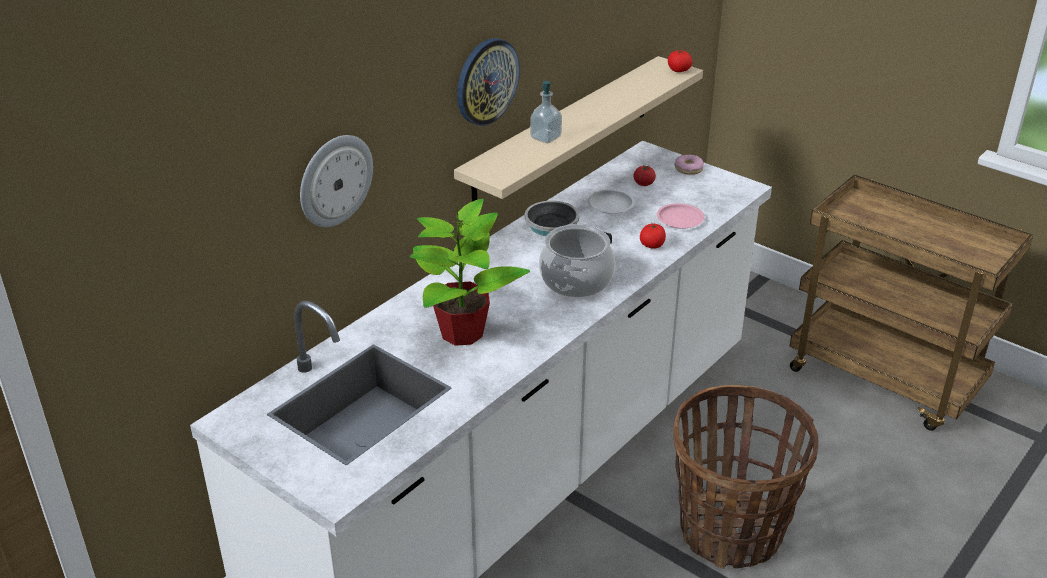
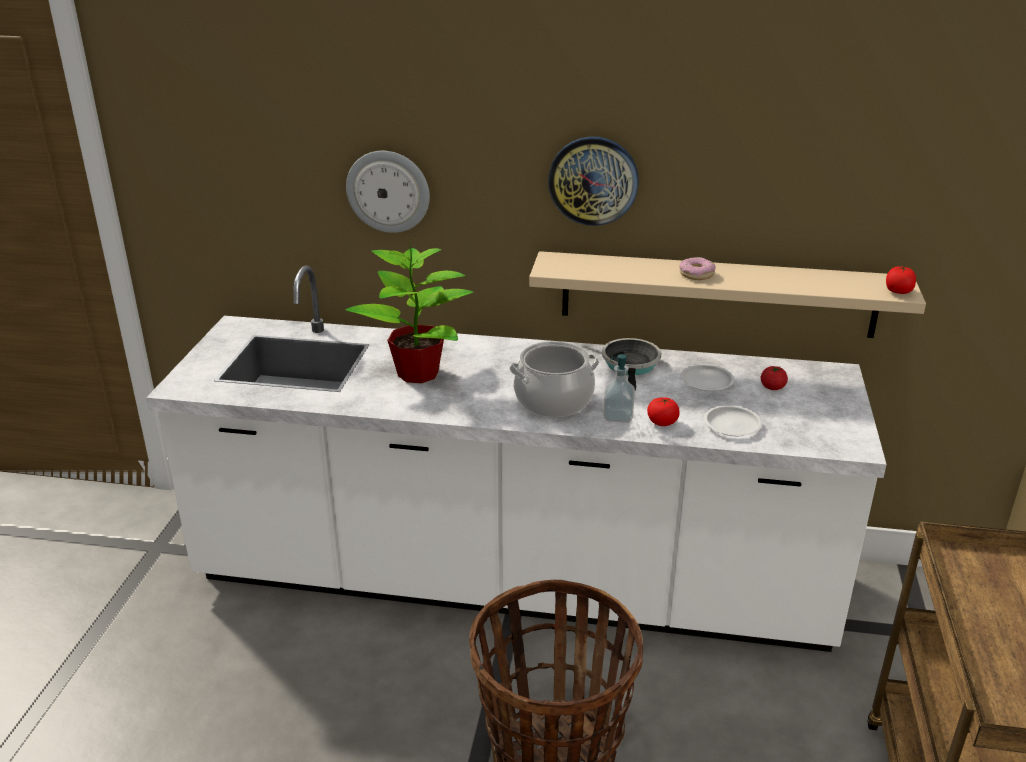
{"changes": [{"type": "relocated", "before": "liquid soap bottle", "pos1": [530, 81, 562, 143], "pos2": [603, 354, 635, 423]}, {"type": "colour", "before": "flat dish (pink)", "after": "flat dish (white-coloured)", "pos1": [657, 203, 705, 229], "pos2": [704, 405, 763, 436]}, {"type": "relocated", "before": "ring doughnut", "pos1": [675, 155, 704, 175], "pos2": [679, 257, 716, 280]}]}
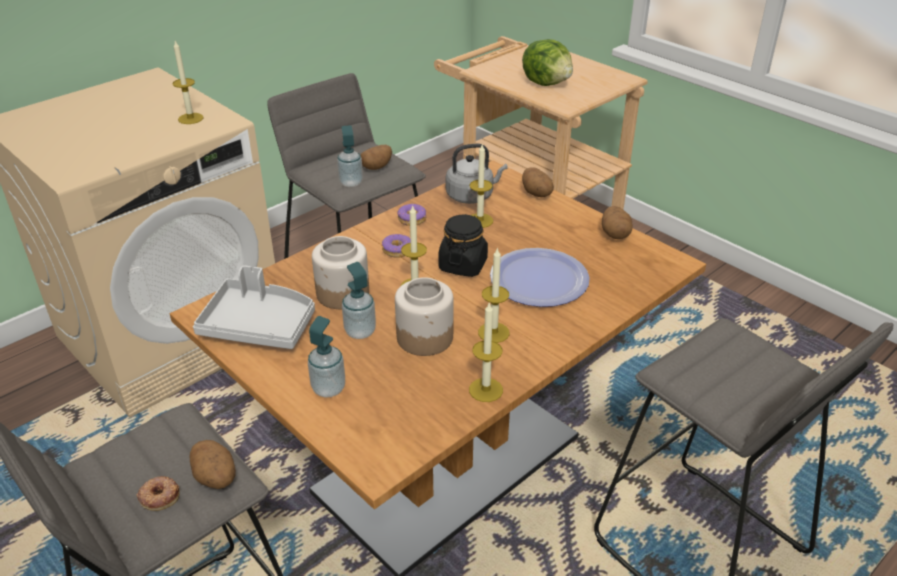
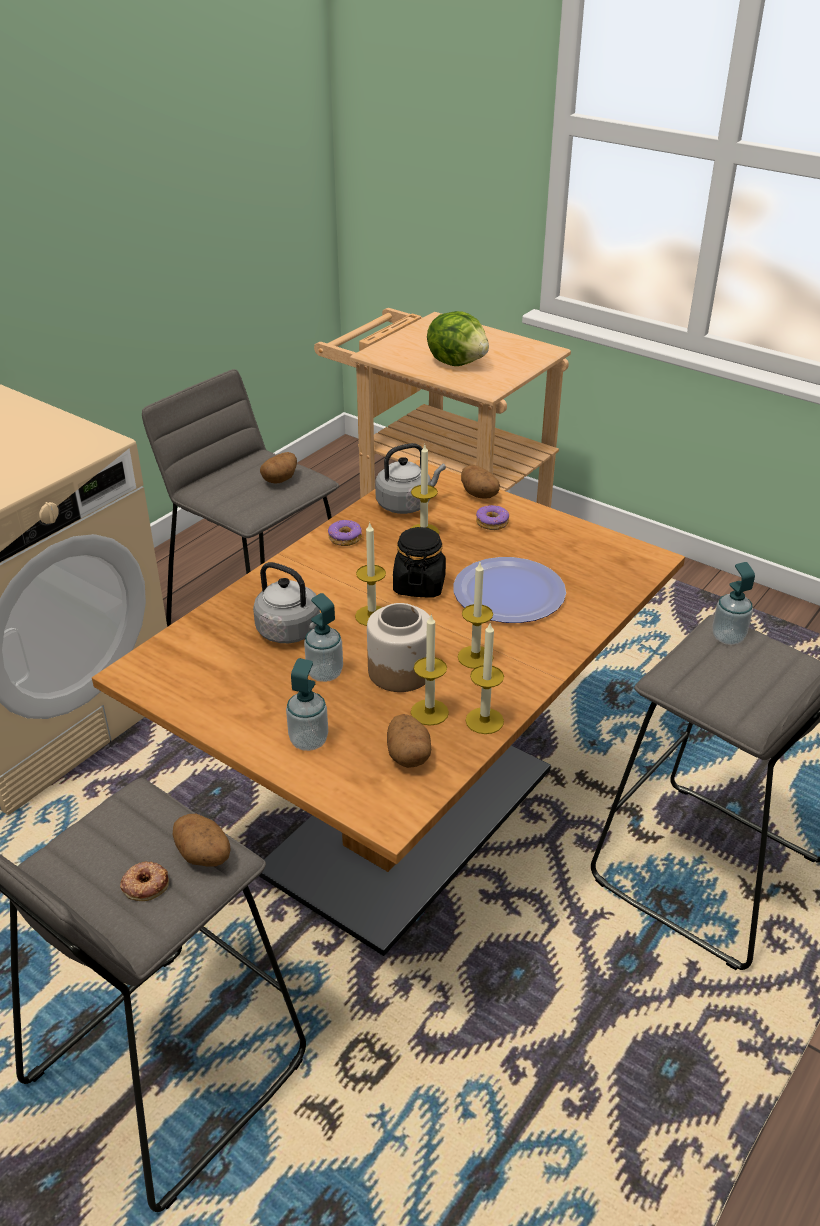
{"changes": [{"type": "relocated", "before": "candle", "pos1": [172, 41, 204, 124], "pos2": [411, 613, 449, 726]}, {"type": "missing", "before": "carrying tray (greyish)", "pos1": [193, 265, 315, 349]}, {"type": "exchanged", "before": "jar", "after": "water kettle (greyish)", "pos1": [312, 236, 369, 309], "pos2": [253, 562, 320, 643]}, {"type": "relocated", "before": "liquid soap bottle", "pos1": [337, 125, 363, 187], "pos2": [712, 562, 755, 645]}, {"type": "relocated", "before": "ring doughnut", "pos1": [382, 234, 411, 258], "pos2": [476, 505, 509, 530]}, {"type": "relocated", "before": "whole potato", "pos1": [602, 206, 633, 239], "pos2": [387, 714, 431, 768]}]}
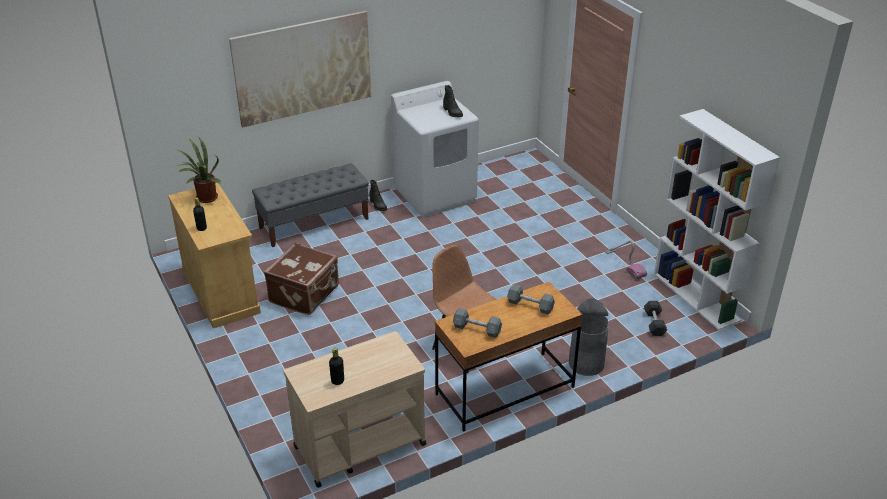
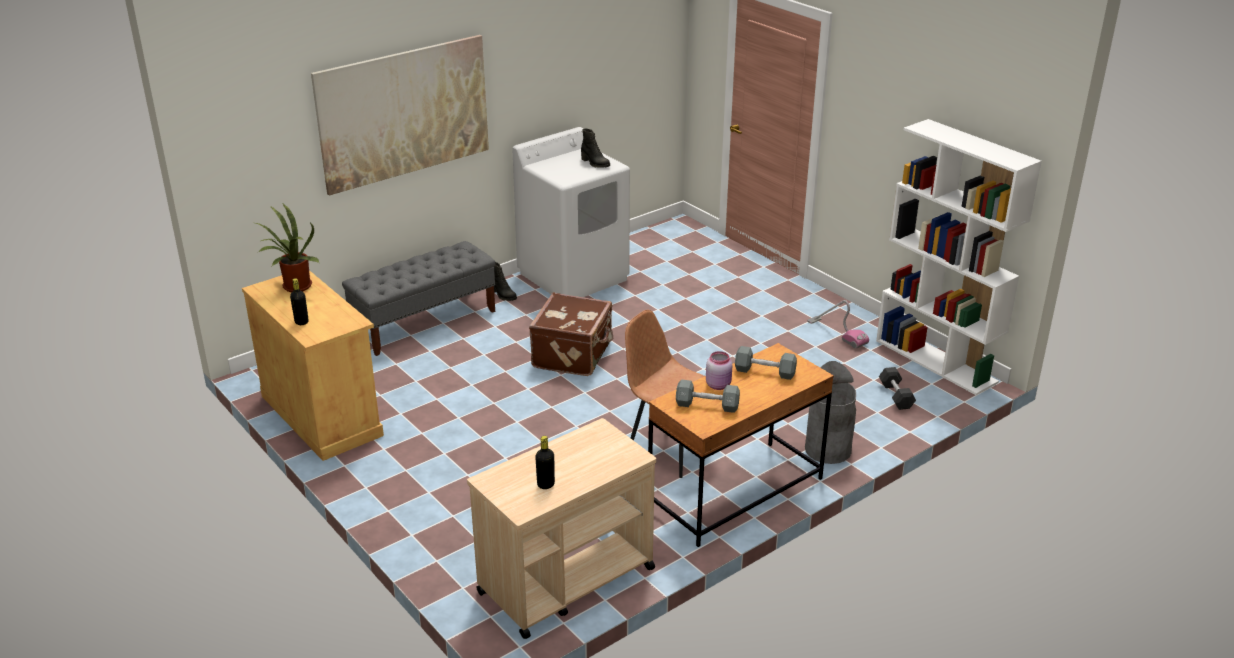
{"changes": [{"type": "relocated", "before": "suitcase (brown)", "pos1": [264, 243, 339, 315], "pos2": [529, 293, 613, 376]}, {"type": "appeared", "after": "jar (pink)", "pos2": [706, 351, 733, 390]}]}
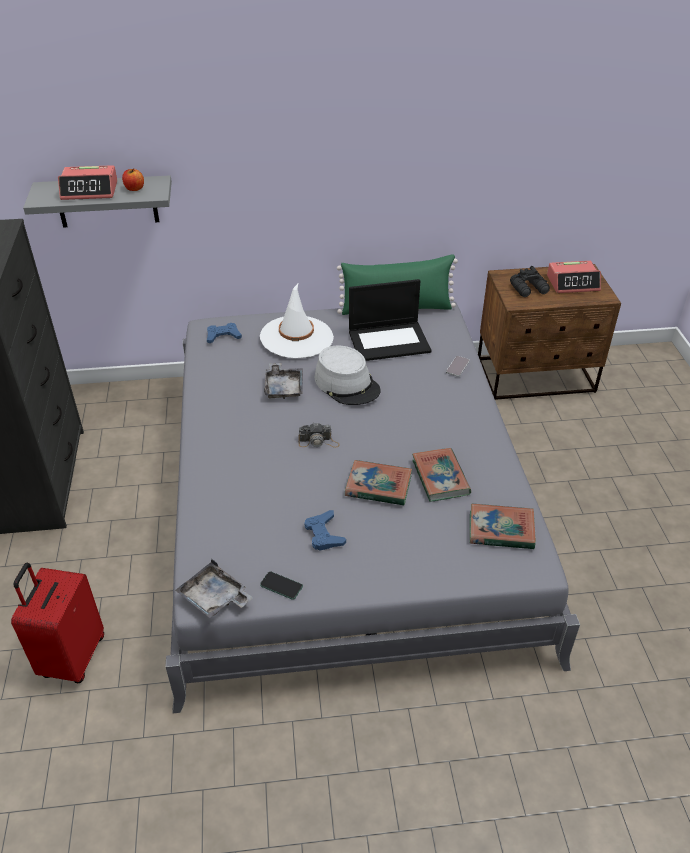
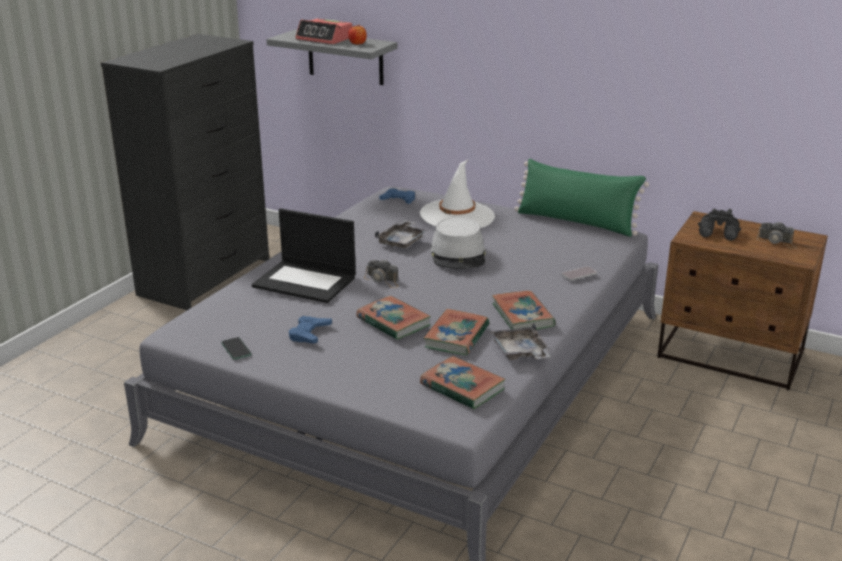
{"changes": [{"type": "missing", "before": "suitcase (red-coloured)", "pos1": [11, 563, 104, 683]}, {"type": "relocated", "before": "carrying tray (greyish)", "pos1": [175, 559, 253, 618], "pos2": [490, 323, 551, 360]}, {"type": "relocated", "before": "portable computer", "pos1": [349, 279, 432, 361], "pos2": [252, 208, 356, 303]}, {"type": "exchanged", "before": "bedside clock", "after": "still camera", "pos1": [547, 261, 601, 293], "pos2": [757, 222, 798, 249]}, {"type": "appeared", "after": "volume", "pos2": [492, 291, 556, 330]}]}
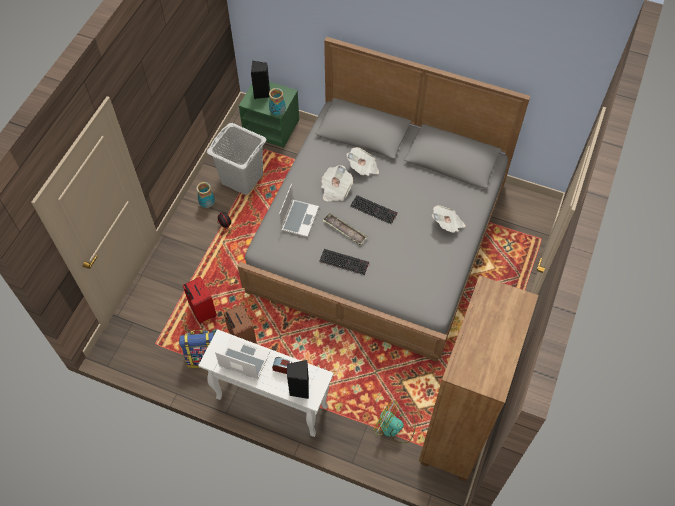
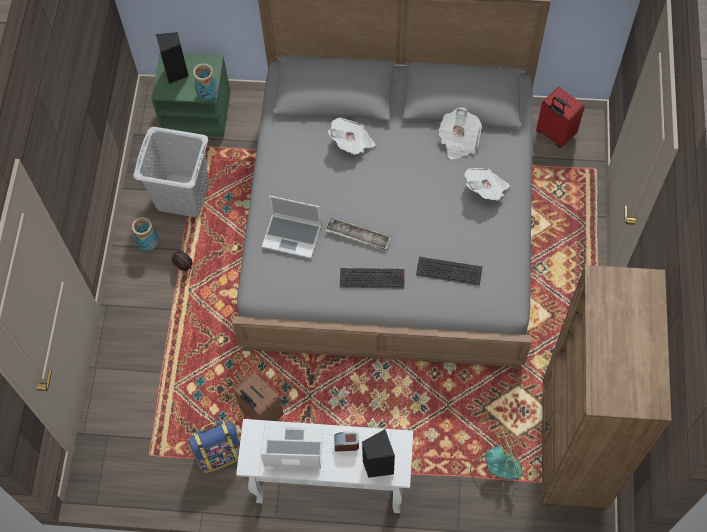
{"changes": [{"type": "relocated", "before": "suitcase (red-coloured)", "pos1": [183, 277, 217, 324], "pos2": [536, 87, 585, 148]}, {"type": "spun", "before": "portable computer", "pos1": [279, 184, 319, 237], "pos2": [262, 195, 321, 258], "turn": 105}, {"type": "relocated", "before": "newspaper", "pos1": [321, 165, 353, 201], "pos2": [438, 107, 482, 160]}, {"type": "relocated", "before": "computer keyboard", "pos1": [350, 195, 398, 224], "pos2": [416, 257, 483, 286]}, {"type": "spun", "before": "cooling fan", "pos1": [374, 400, 416, 443], "pos2": [470, 426, 523, 499], "turn": 150}]}
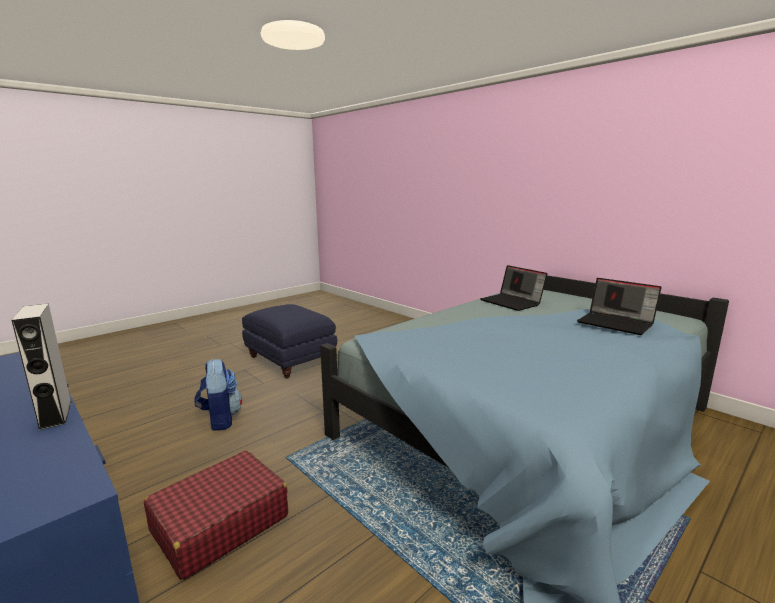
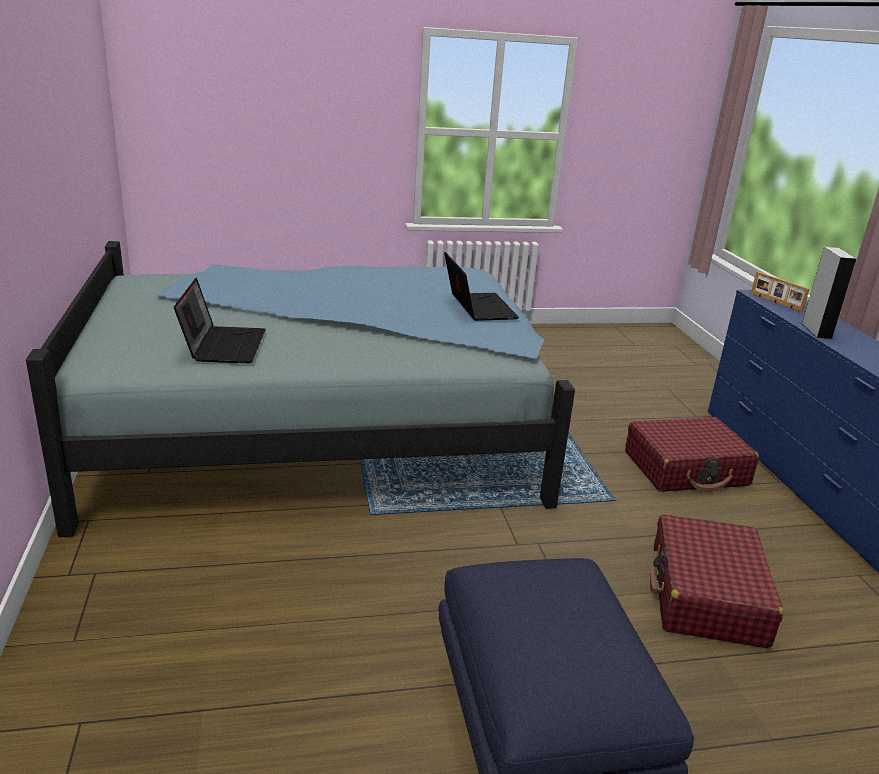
{"changes": [{"type": "exchanged", "before": "backpack", "after": "suitcase (red-coloured)", "pos1": [194, 359, 242, 431], "pos2": [650, 514, 783, 648]}, {"type": "relocated", "before": "portable computer", "pos1": [577, 278, 662, 335], "pos2": [444, 252, 519, 321]}, {"type": "appeared", "after": "picture frame", "pos2": [751, 271, 809, 312]}]}
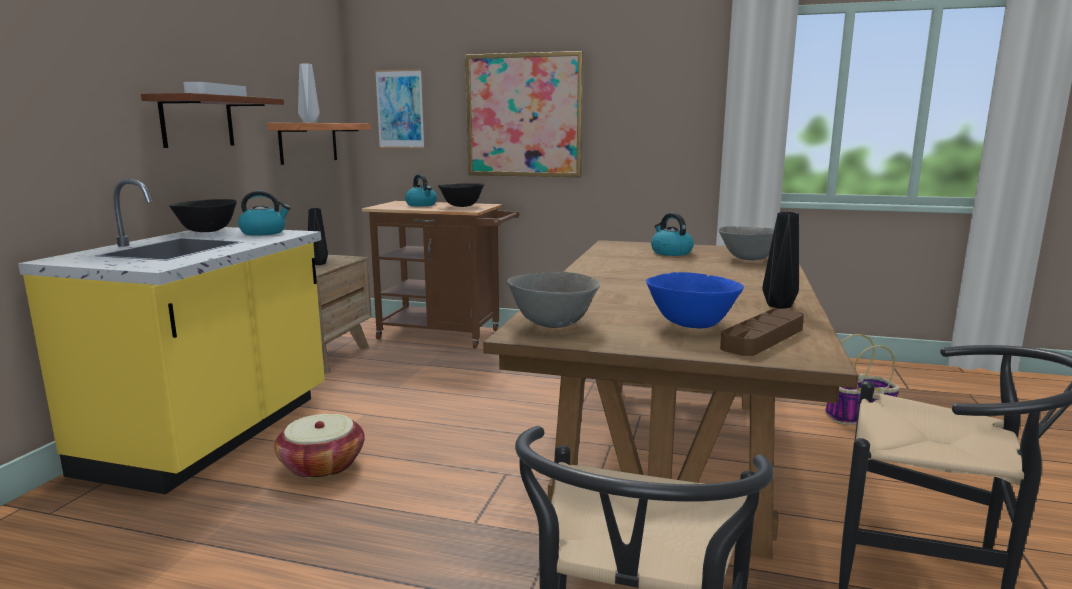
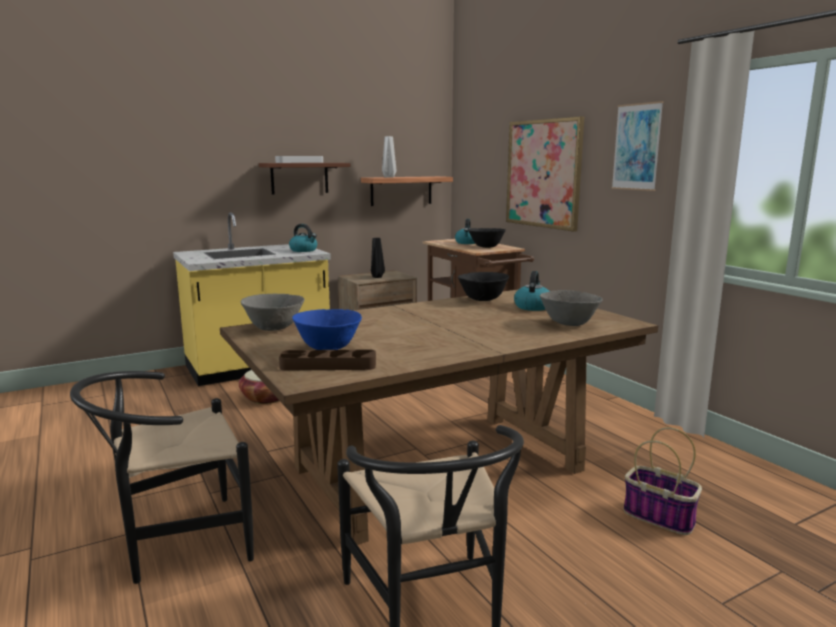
{"changes": [{"type": "relocated", "before": "deep dish (blackish)", "pos1": [169, 199, 237, 232], "pos2": [458, 272, 509, 301]}, {"type": "relocated", "before": "picture", "pos1": [375, 69, 425, 148], "pos2": [611, 101, 664, 191]}, {"type": "missing", "before": "decorative vase (blackish)", "pos1": [762, 212, 799, 309]}]}
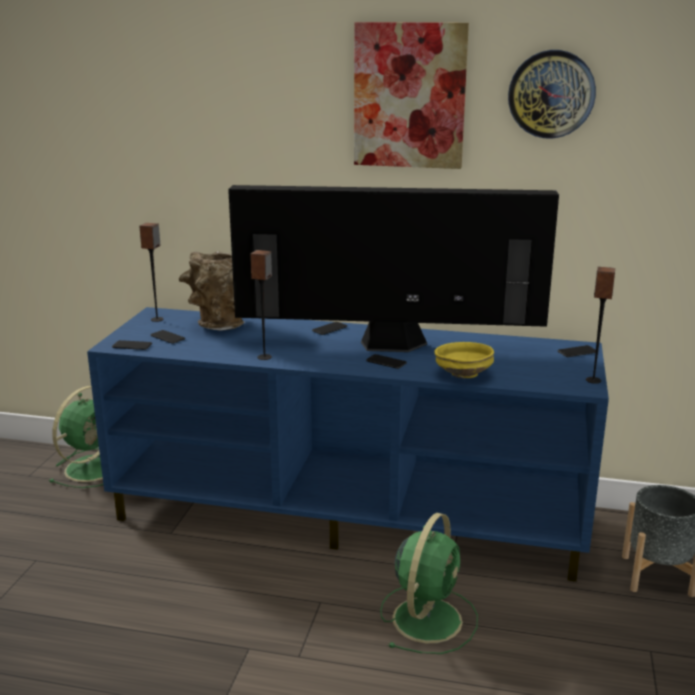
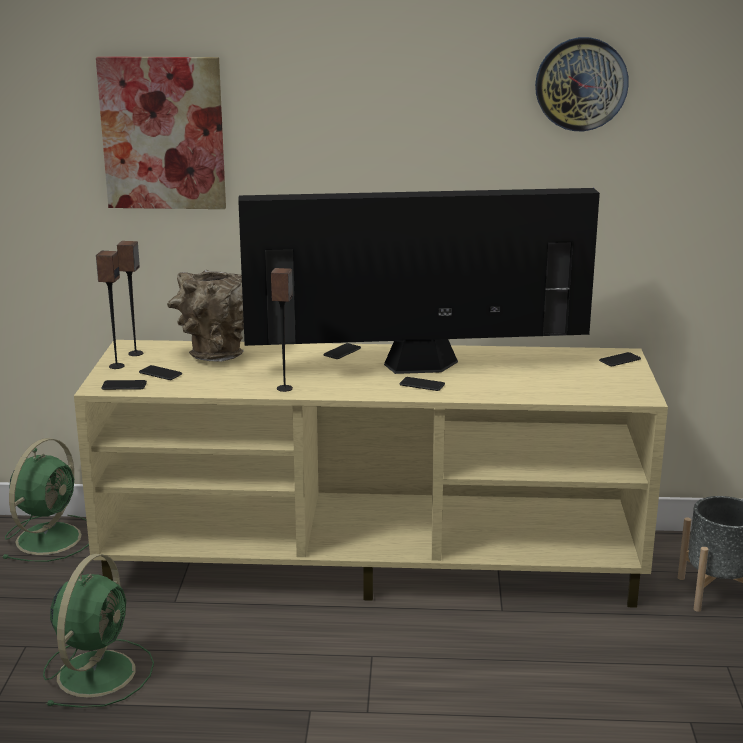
{"changes": [{"type": "colour", "before": "tv unit (blue-coloured)", "after": "tv unit (beige)", "pos1": [87, 307, 609, 582], "pos2": [74, 340, 668, 608]}, {"type": "relocated", "before": "picture", "pos1": [354, 22, 469, 169], "pos2": [96, 56, 226, 209]}, {"type": "relocated", "before": "cooling fan (green)", "pos1": [380, 513, 478, 654], "pos2": [43, 554, 154, 708]}, {"type": "missing", "before": "deep dish (yellow)", "pos1": [434, 342, 494, 378]}, {"type": "relocated", "before": "speaker", "pos1": [586, 267, 615, 384], "pos2": [96, 251, 125, 369]}]}
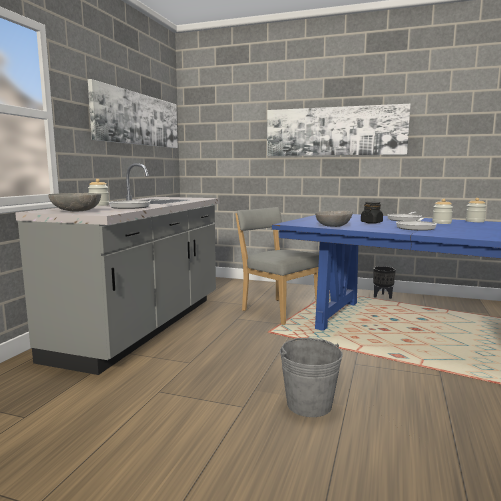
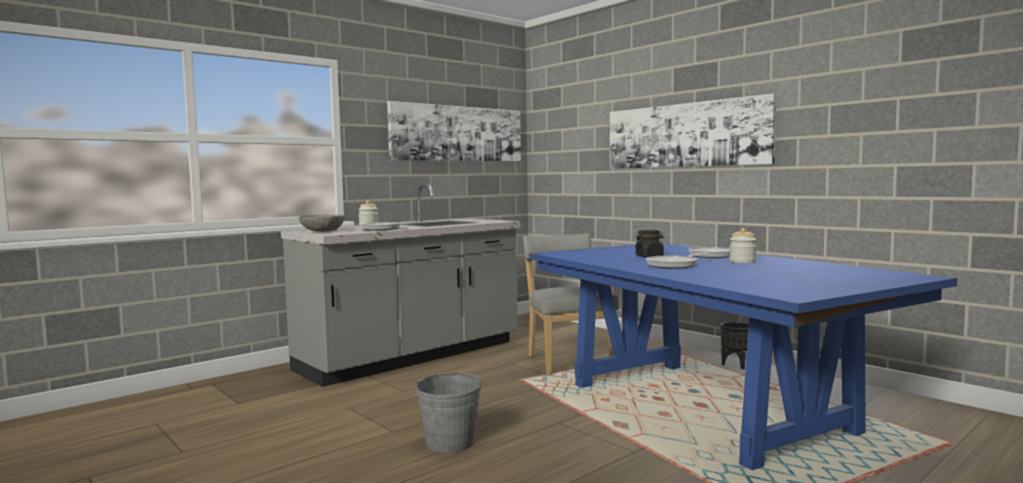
{"changes": [{"type": "missing", "before": "deep dish (greyish)", "pos1": [315, 211, 353, 227]}, {"type": "missing", "before": "jar", "pos1": [466, 198, 486, 222]}]}
